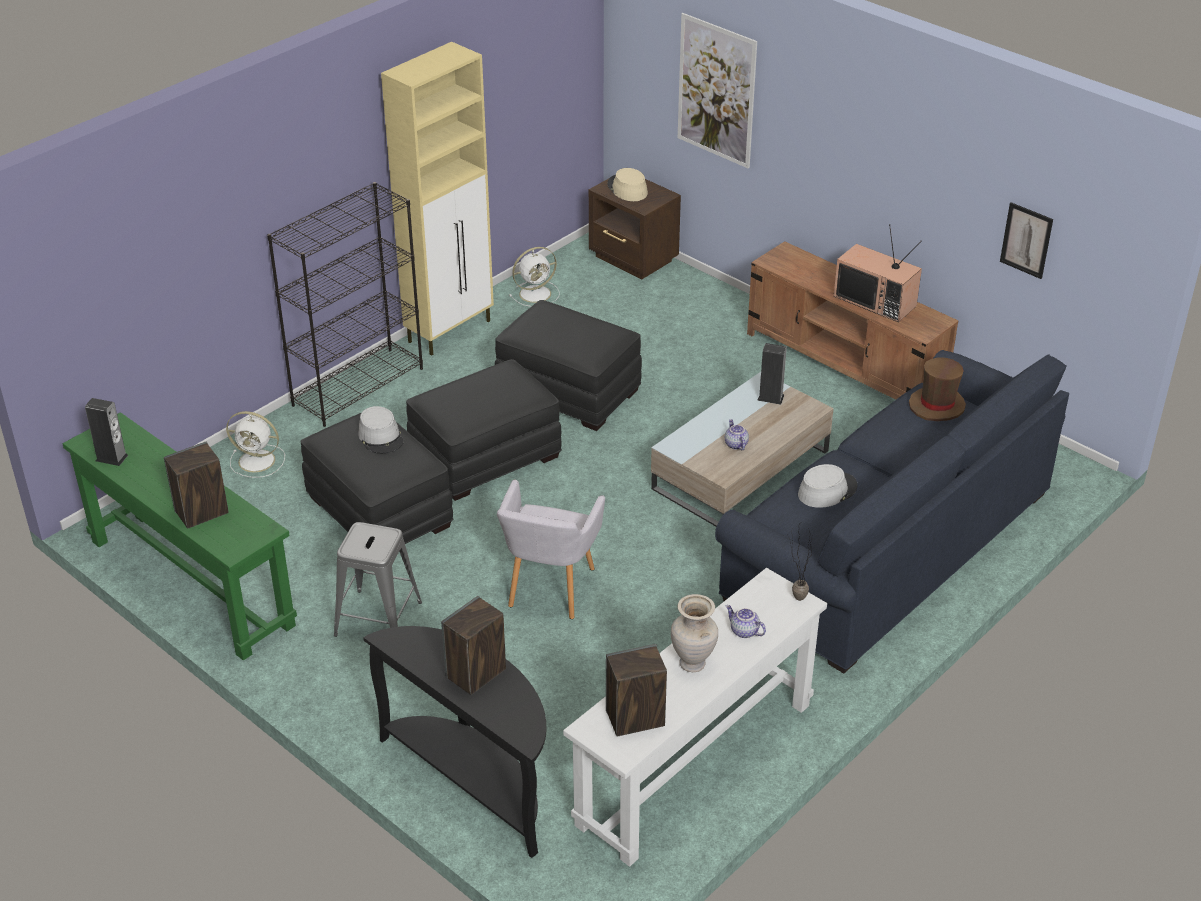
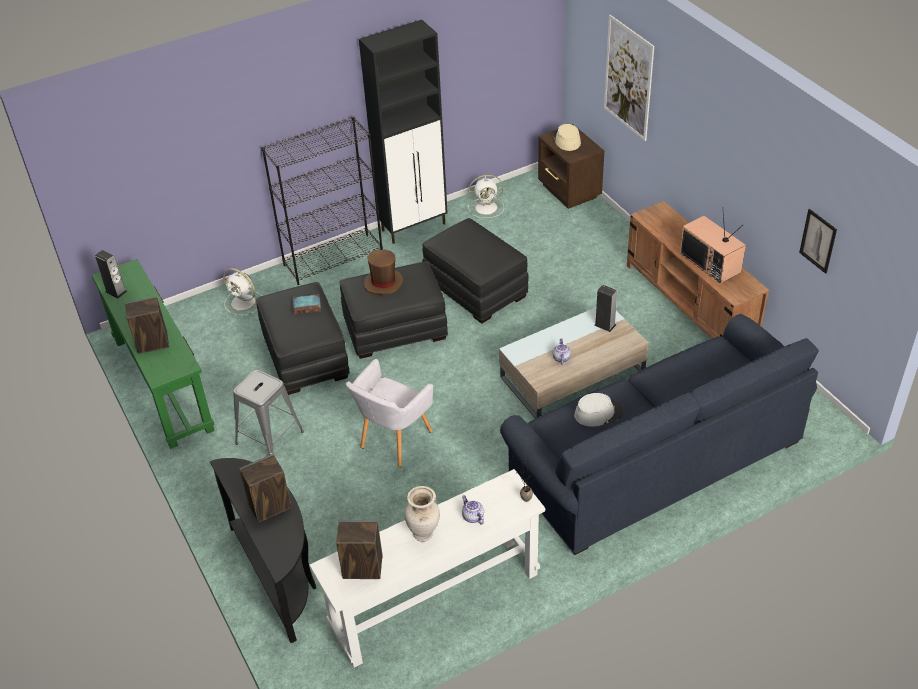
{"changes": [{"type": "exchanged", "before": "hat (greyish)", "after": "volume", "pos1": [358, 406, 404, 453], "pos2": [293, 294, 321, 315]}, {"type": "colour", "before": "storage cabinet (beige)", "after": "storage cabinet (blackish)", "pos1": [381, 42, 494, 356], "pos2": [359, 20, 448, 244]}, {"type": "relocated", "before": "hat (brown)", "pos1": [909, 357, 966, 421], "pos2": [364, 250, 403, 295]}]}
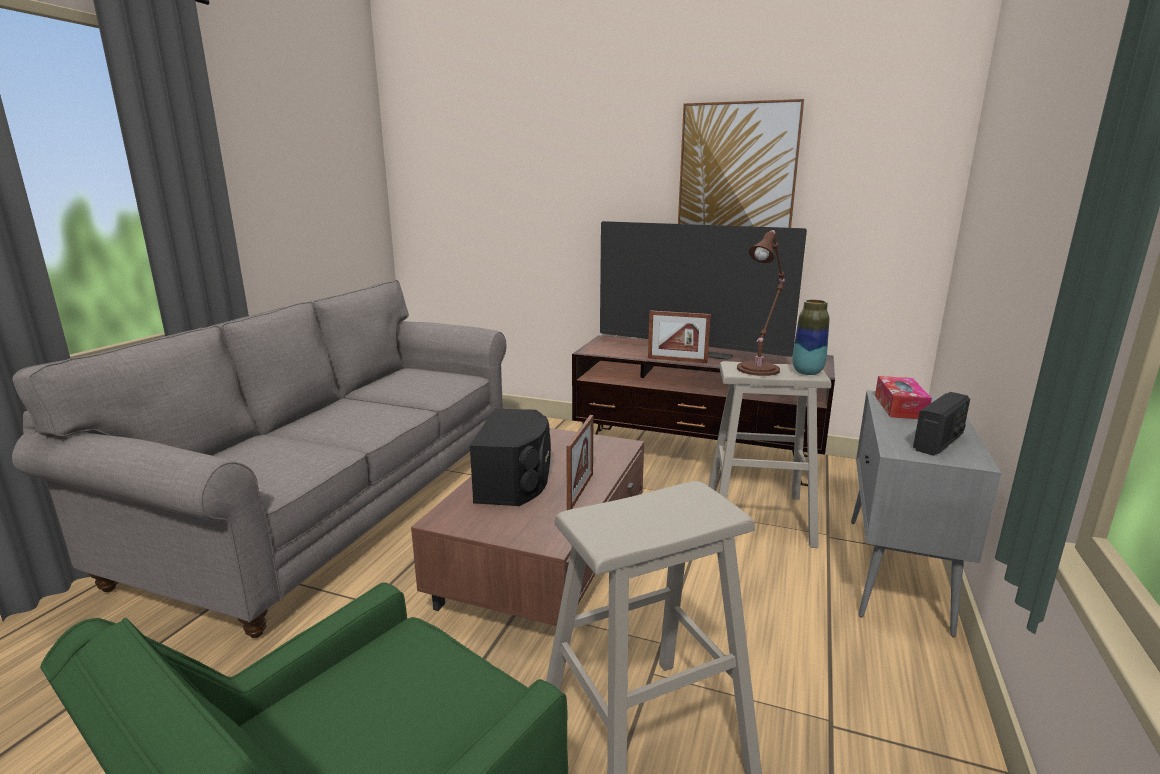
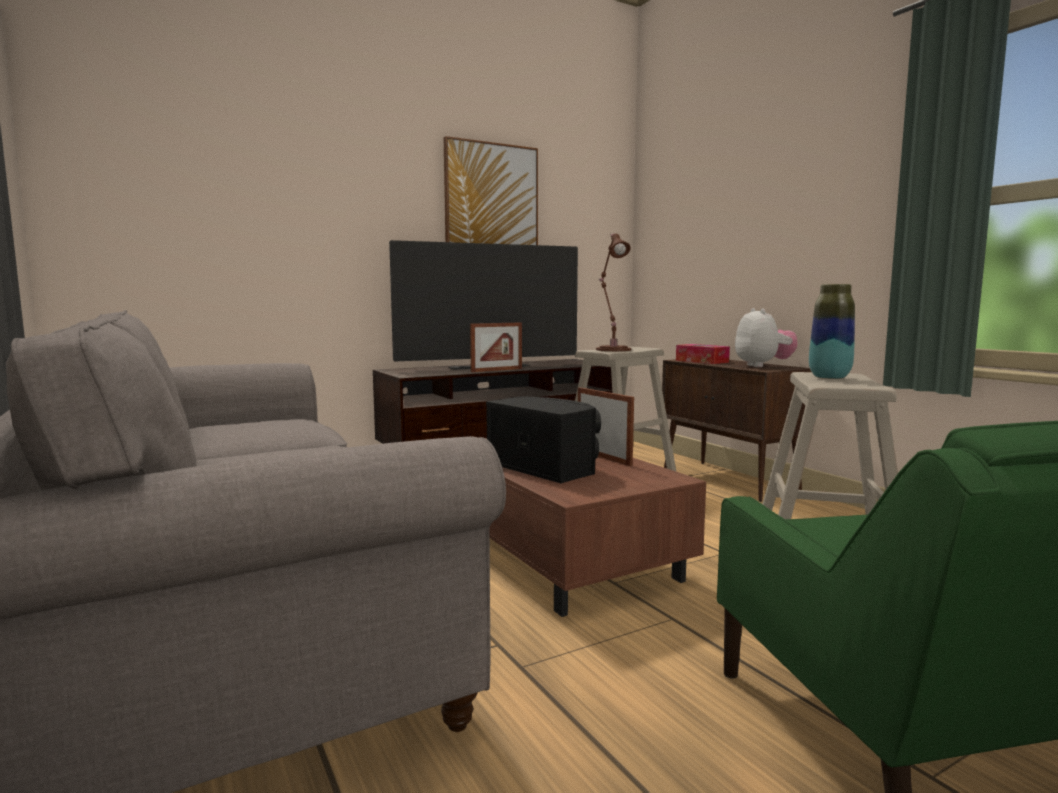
{"changes": [{"type": "relocated", "before": "decorative vase", "pos1": [792, 300, 829, 375], "pos2": [809, 284, 855, 379]}, {"type": "colour", "before": "storage cabinet (greyish)", "after": "storage cabinet (brown)", "pos1": [851, 390, 1001, 637], "pos2": [662, 359, 811, 502]}, {"type": "exchanged", "before": "radio receiver", "after": "cuddly toy", "pos1": [913, 392, 970, 456], "pos2": [735, 308, 797, 367]}]}
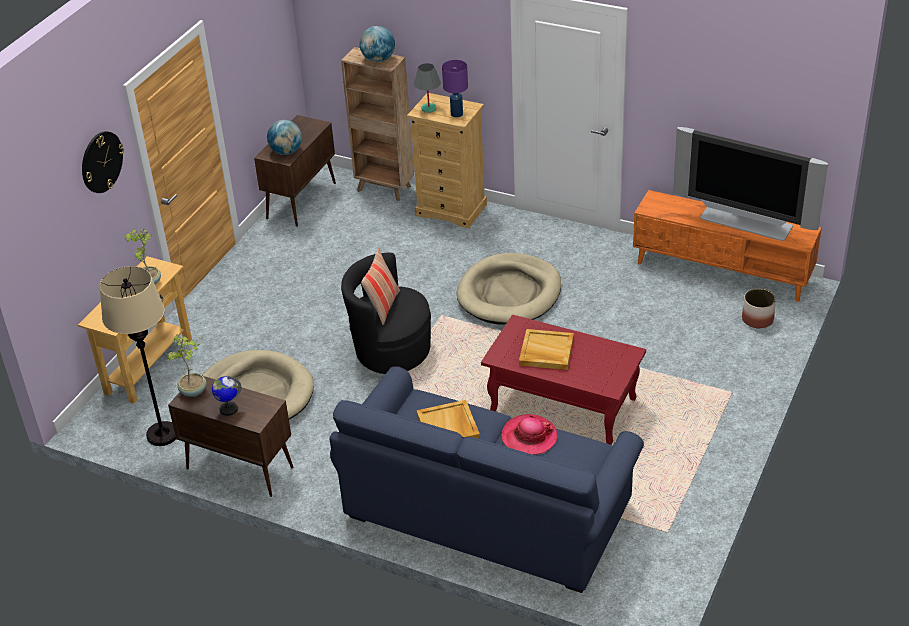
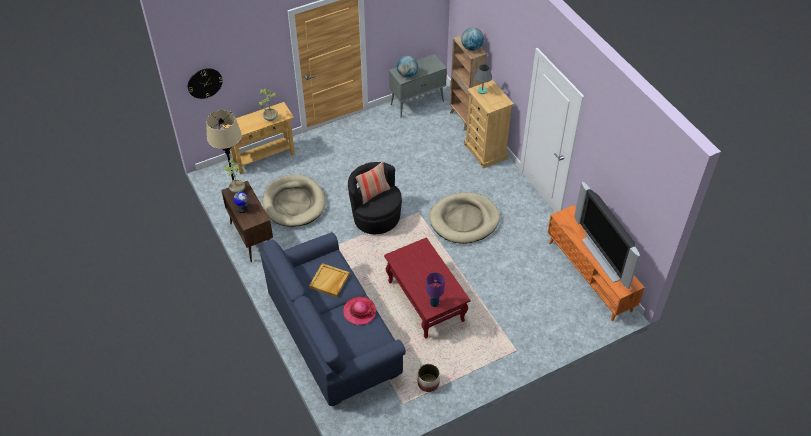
{"changes": [{"type": "relocated", "before": "clock on the wall", "pos1": [82, 131, 124, 193], "pos2": [188, 68, 223, 99]}, {"type": "colour", "before": "storage cabinet (brown)", "after": "storage cabinet (greyish)", "pos1": [254, 115, 336, 227], "pos2": [389, 54, 447, 117]}, {"type": "relocated", "before": "table lamp (purple-coloured)", "pos1": [442, 60, 468, 118], "pos2": [426, 273, 445, 307]}, {"type": "missing", "before": "carrying tray (beige)", "pos1": [519, 329, 574, 370]}, {"type": "relocated", "before": "flower pot", "pos1": [742, 288, 776, 328], "pos2": [417, 364, 440, 392]}]}
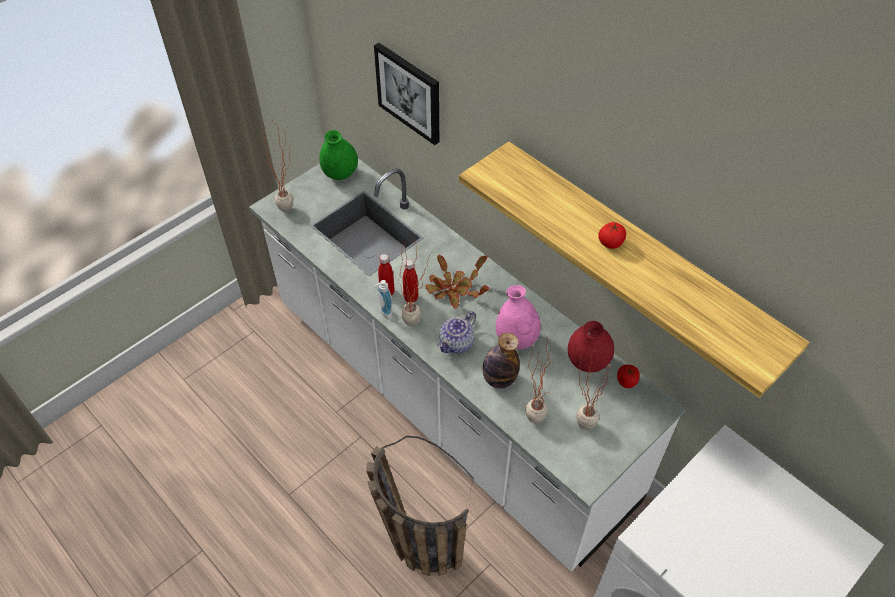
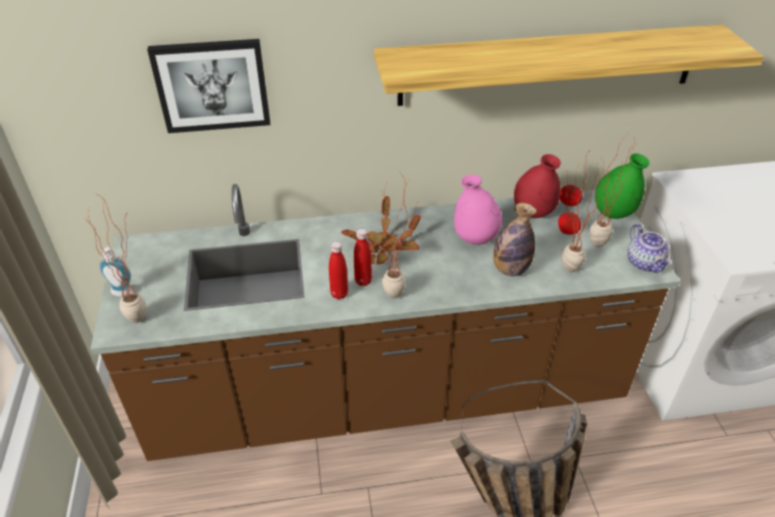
{"changes": [{"type": "colour", "before": "kitchen base unit (white-coloured)", "after": "kitchen base unit (brown)", "pos1": [249, 158, 686, 572], "pos2": [90, 184, 681, 461]}, {"type": "relocated", "before": "decorative vase (green)", "pos1": [319, 130, 358, 180], "pos2": [595, 153, 649, 219]}, {"type": "relocated", "before": "liquid soap bottle", "pos1": [374, 280, 393, 320], "pos2": [99, 247, 134, 297]}, {"type": "relocated", "before": "teapot", "pos1": [437, 311, 476, 353], "pos2": [627, 224, 671, 273]}, {"type": "relocated", "before": "tomato", "pos1": [598, 222, 626, 249], "pos2": [558, 212, 581, 235]}]}
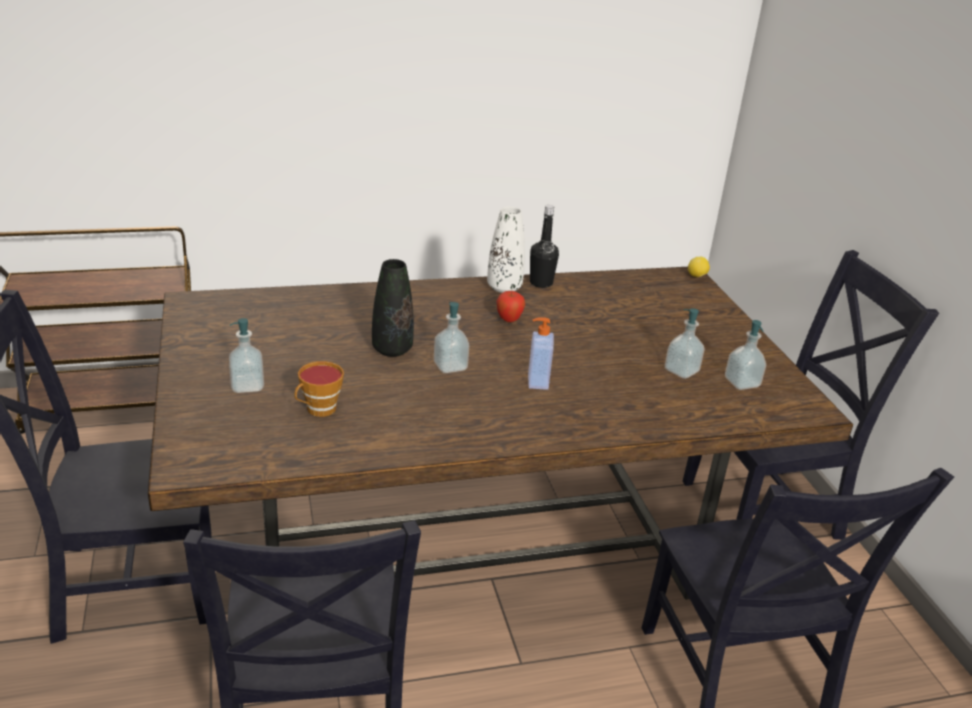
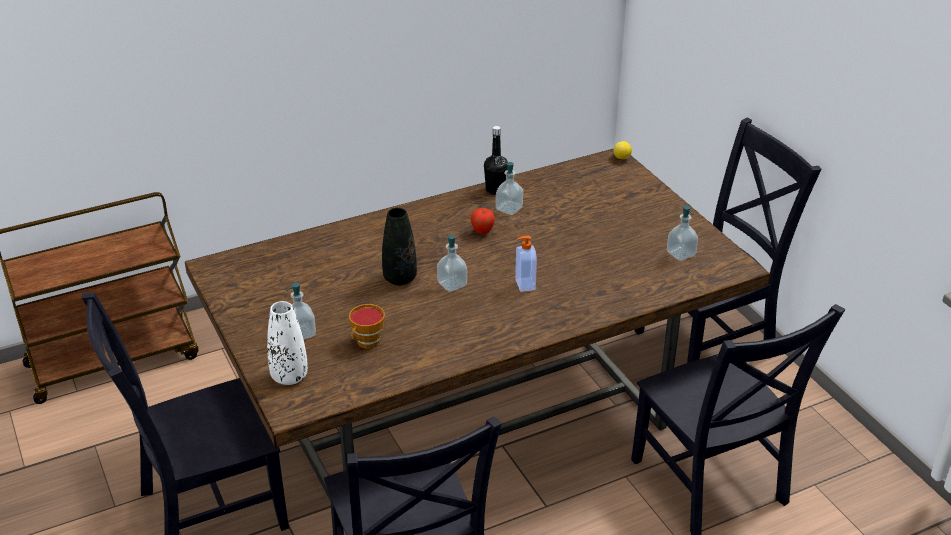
{"changes": [{"type": "relocated", "before": "decorative vase (white-coloured)", "pos1": [487, 207, 525, 293], "pos2": [267, 301, 308, 385]}, {"type": "relocated", "before": "liquid soap bottle", "pos1": [665, 308, 705, 379], "pos2": [496, 162, 523, 215]}]}
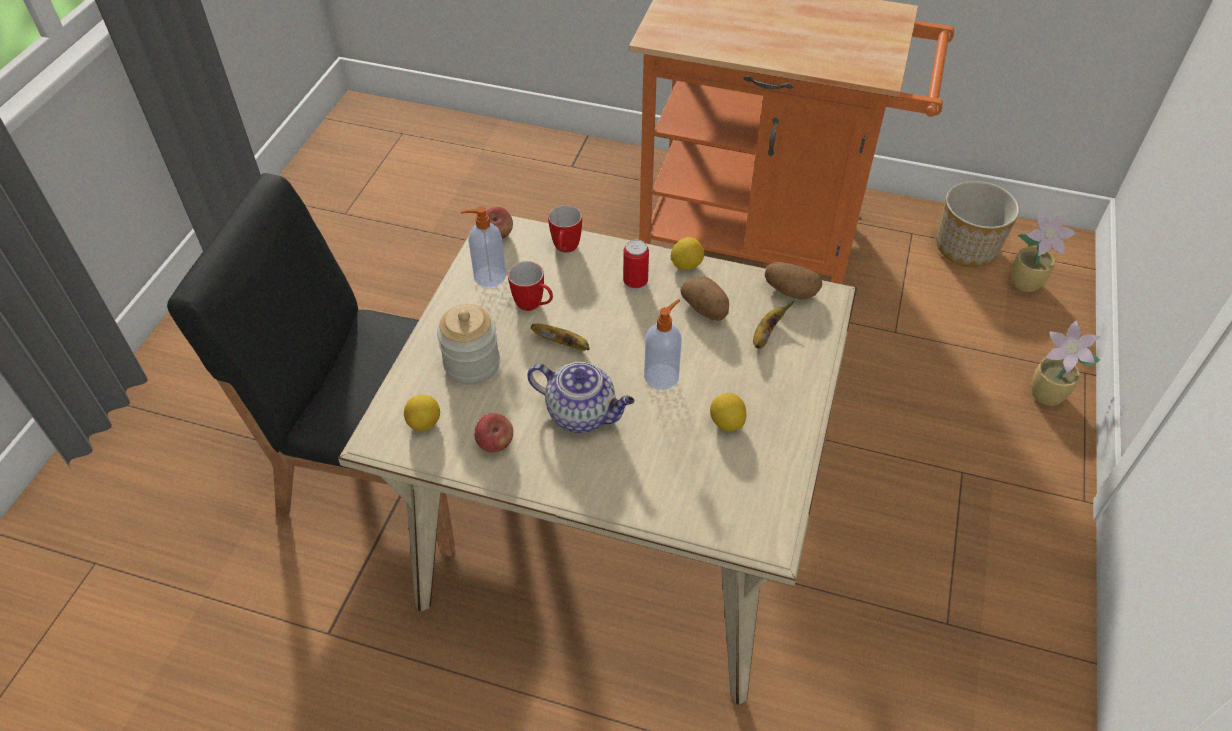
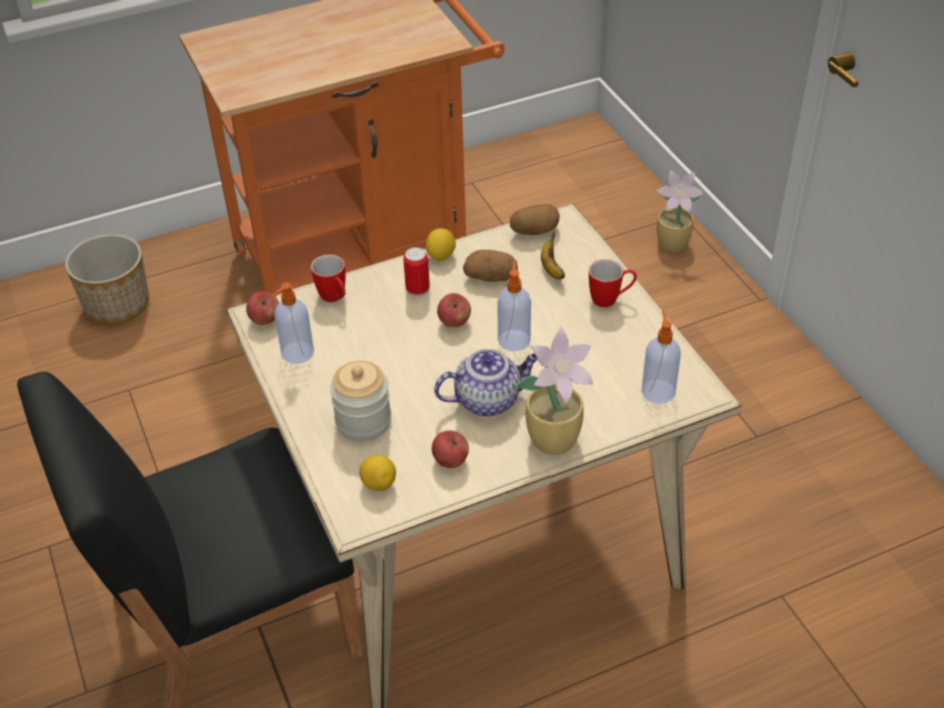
{"changes": [{"type": "relocated", "before": "coffee mug", "pos1": [508, 261, 553, 311], "pos2": [589, 259, 637, 307]}, {"type": "missing", "before": "banana", "pos1": [531, 323, 590, 351]}, {"type": "missing", "before": "citrus fruit", "pos1": [710, 393, 746, 431]}, {"type": "relocated", "before": "flower pot", "pos1": [937, 181, 1020, 267], "pos2": [65, 234, 149, 325]}, {"type": "relocated", "before": "potted plant", "pos1": [1011, 212, 1076, 292], "pos2": [515, 326, 593, 455]}, {"type": "appeared", "after": "whole apple", "pos2": [437, 293, 471, 327]}, {"type": "appeared", "after": "liquid soap bottle", "pos2": [642, 310, 681, 404]}]}
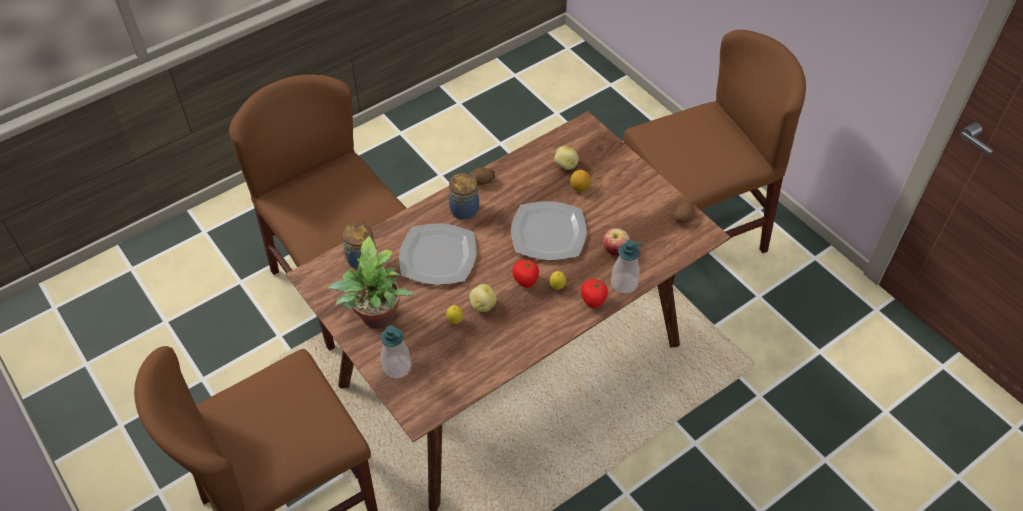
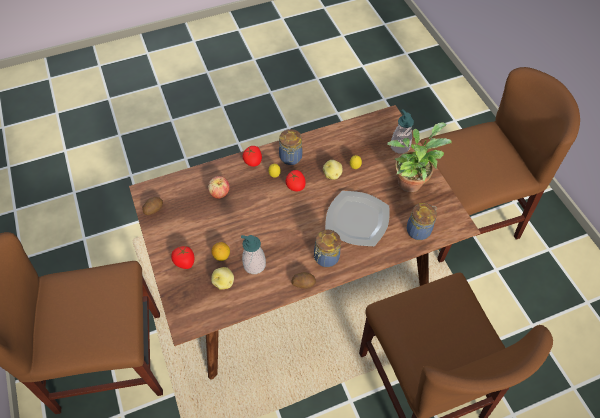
{"changes": [{"type": "missing", "before": "flat dish", "pos1": [511, 201, 587, 260]}, {"type": "relocated", "before": "liquid soap bottle", "pos1": [611, 240, 642, 294], "pos2": [241, 235, 266, 274]}, {"type": "appeared", "after": "tomato", "pos2": [171, 246, 195, 269]}, {"type": "appeared", "after": "jar", "pos2": [279, 129, 303, 165]}]}
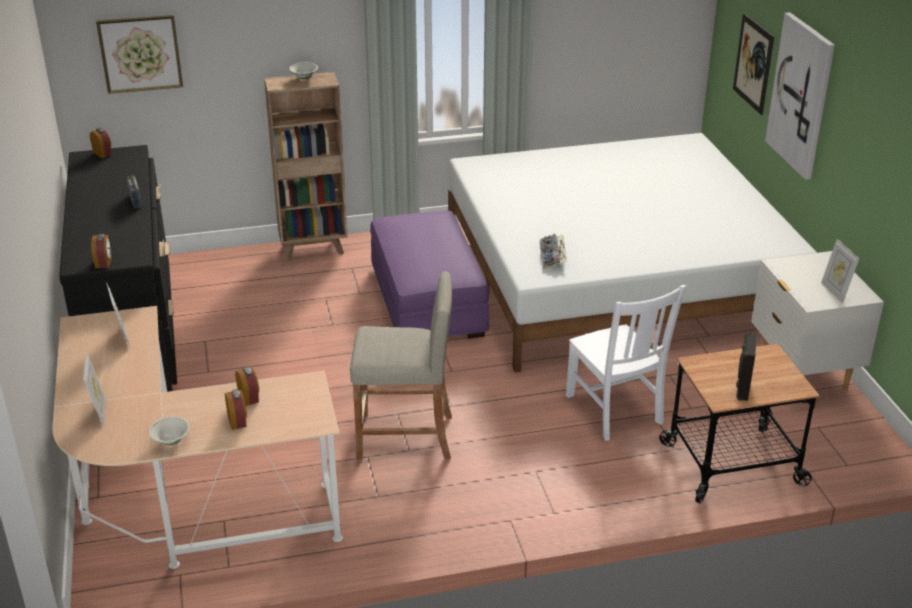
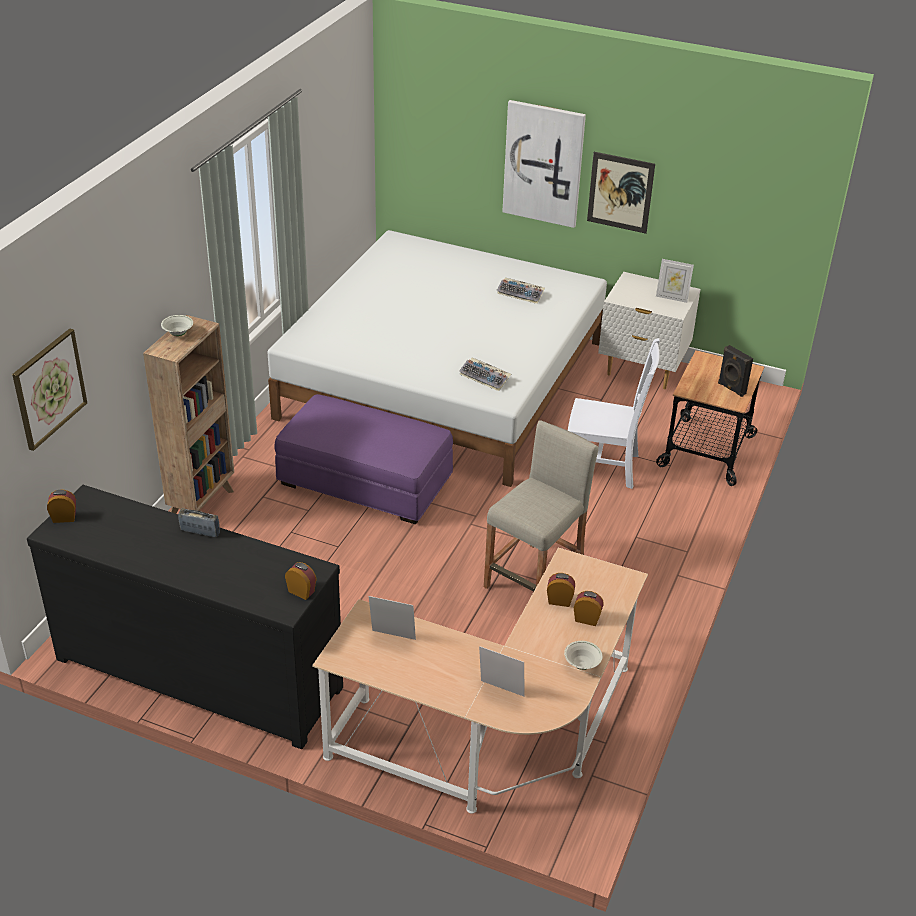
{"changes": [{"type": "relocated", "before": "picture", "pos1": [733, 13, 774, 115], "pos2": [587, 152, 655, 234]}, {"type": "appeared", "after": "computer keyboard", "pos2": [496, 277, 545, 304]}]}
